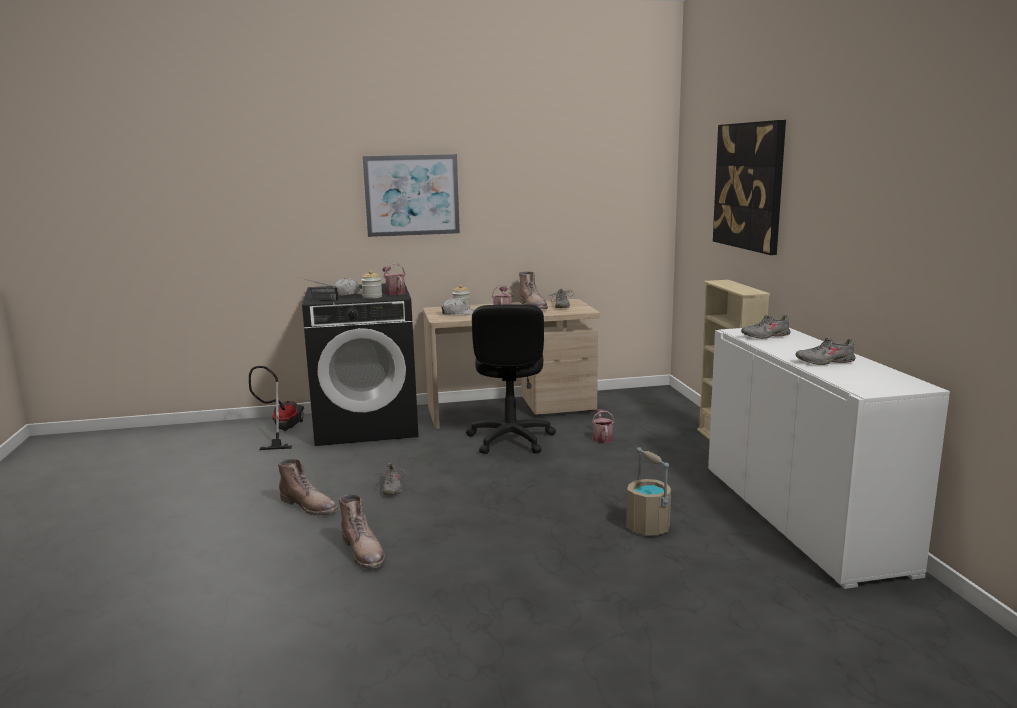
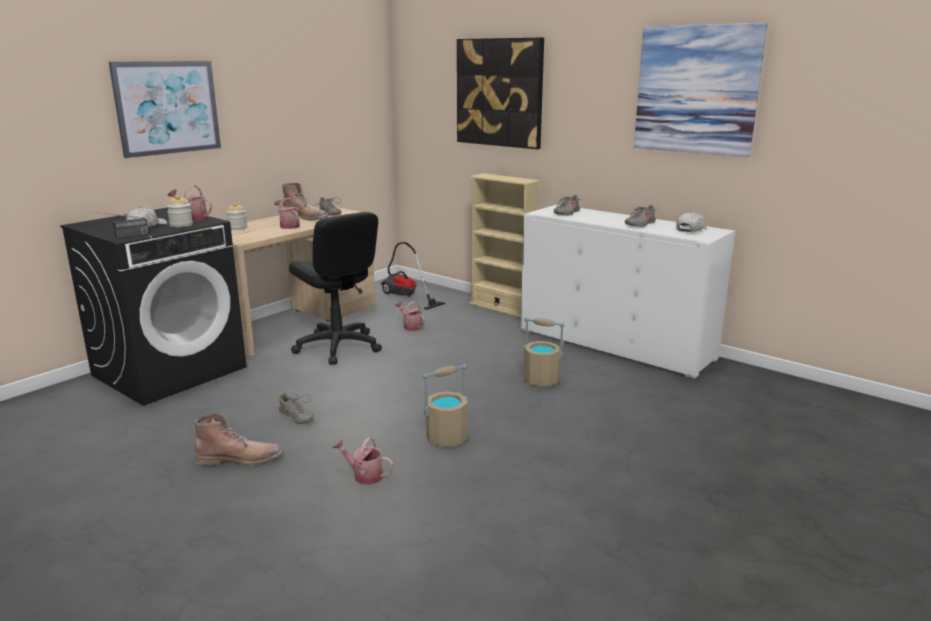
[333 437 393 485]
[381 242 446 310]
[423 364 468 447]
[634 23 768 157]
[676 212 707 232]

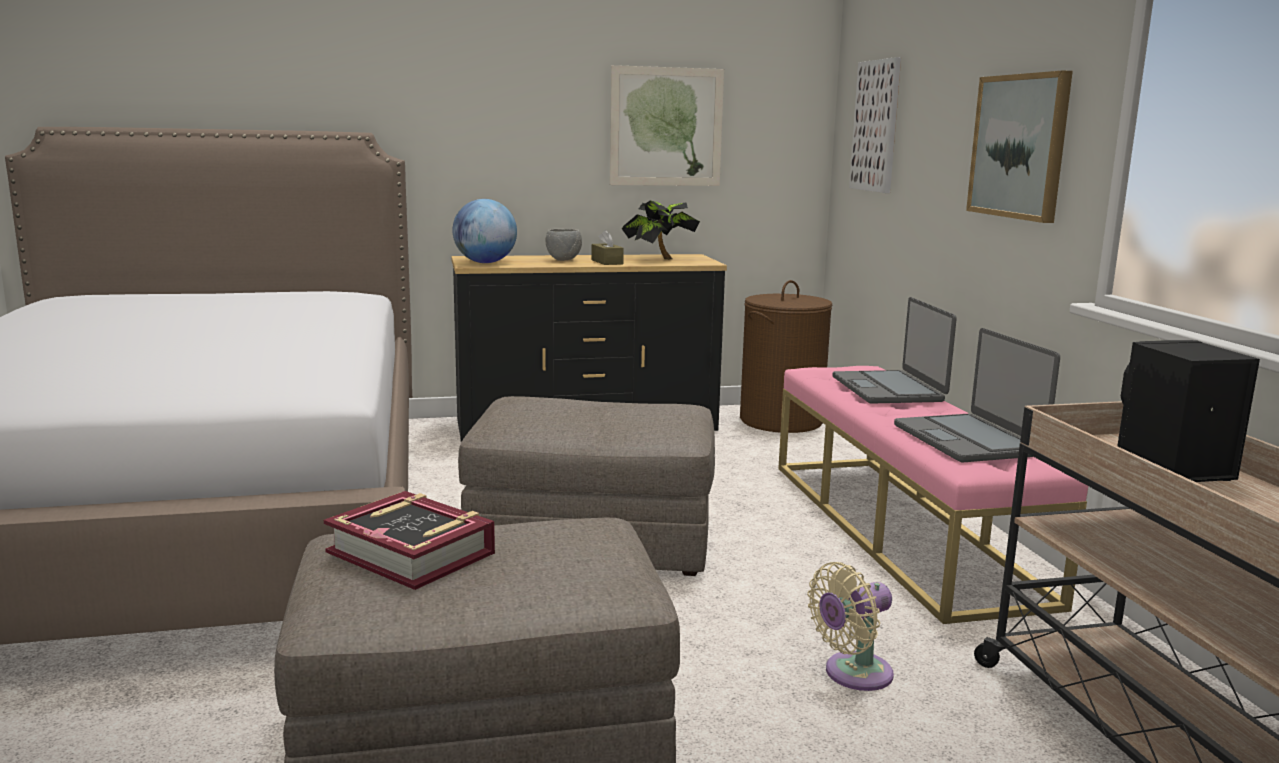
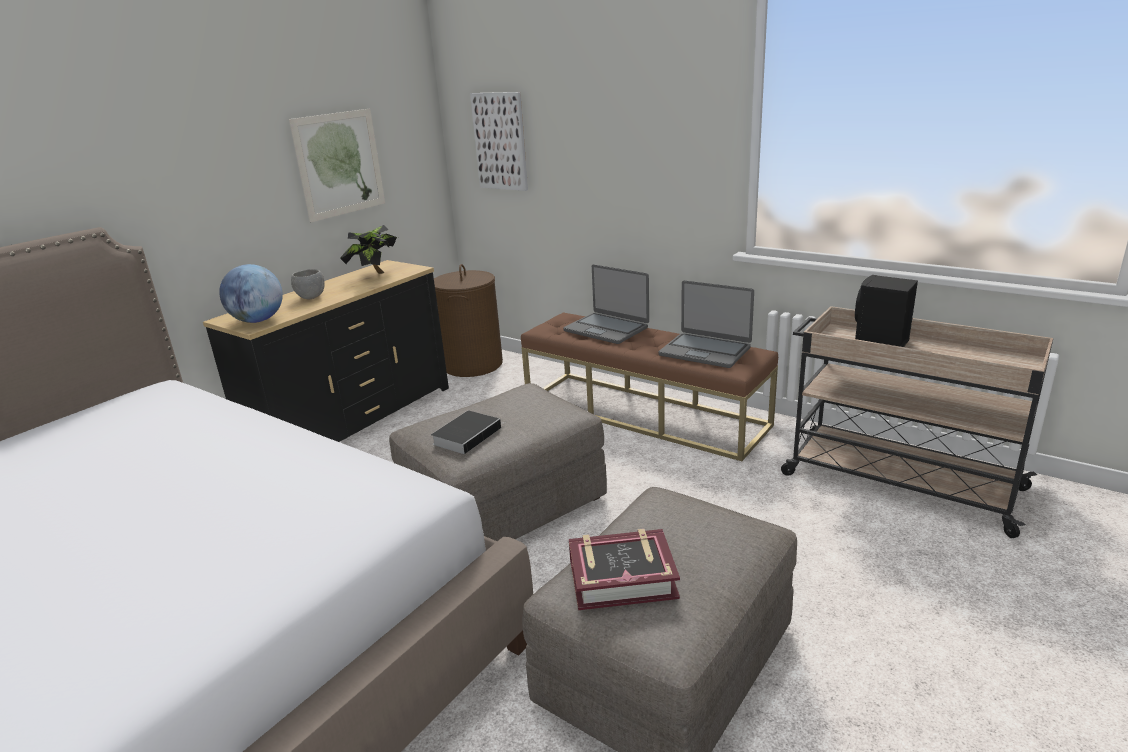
[431 411 504 454]
[521 313 778 461]
[592 230 624 265] (first image)
[807 562 894 691] (first image)
[966 70 1073 223] (first image)

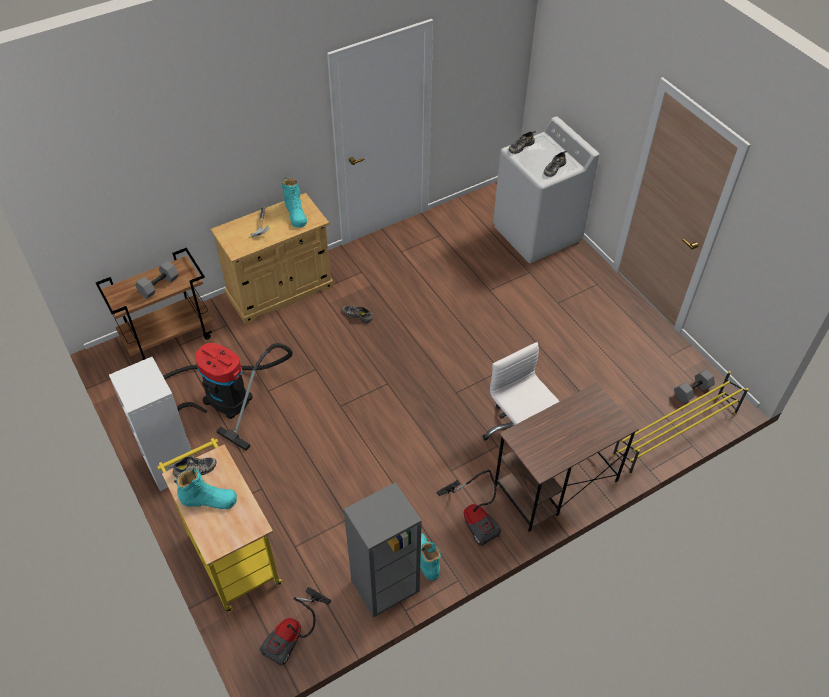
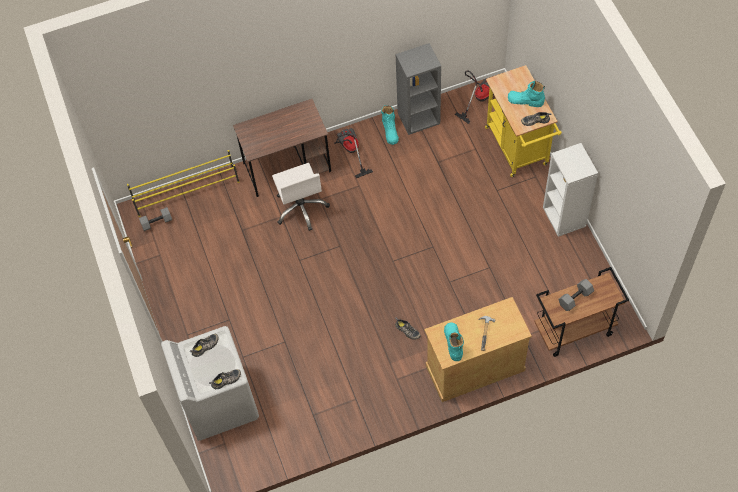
[163 343 293 451] (first image)

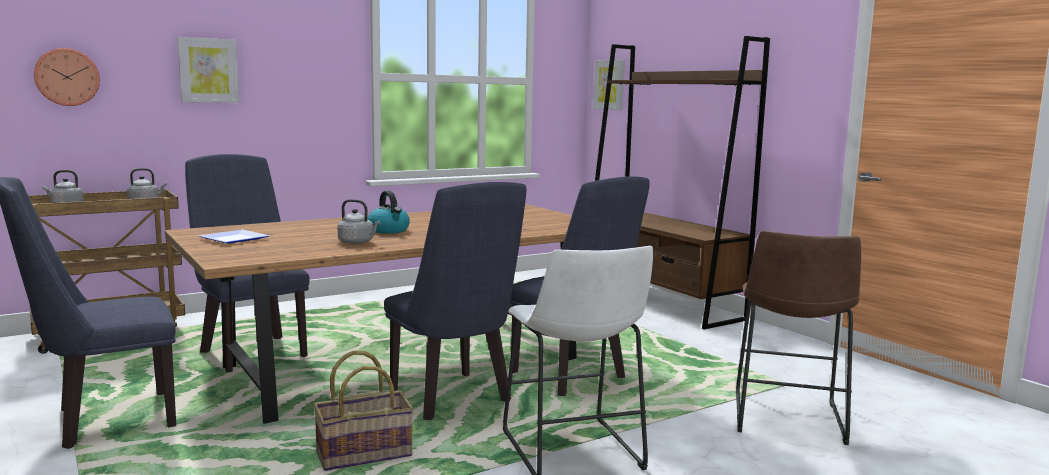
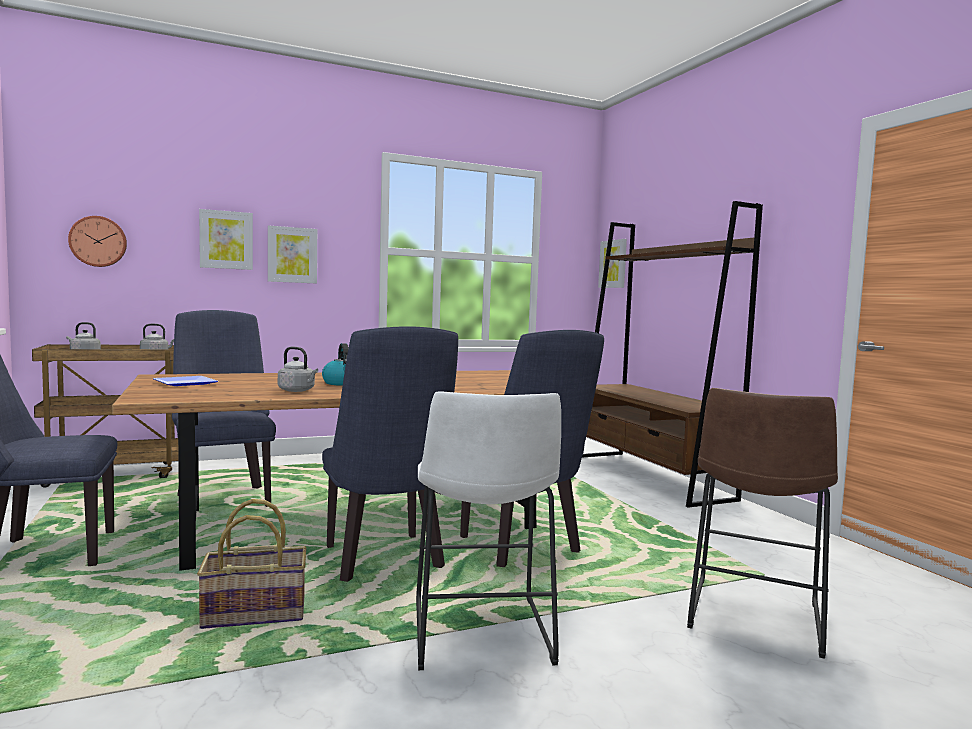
[268 225 317 283]

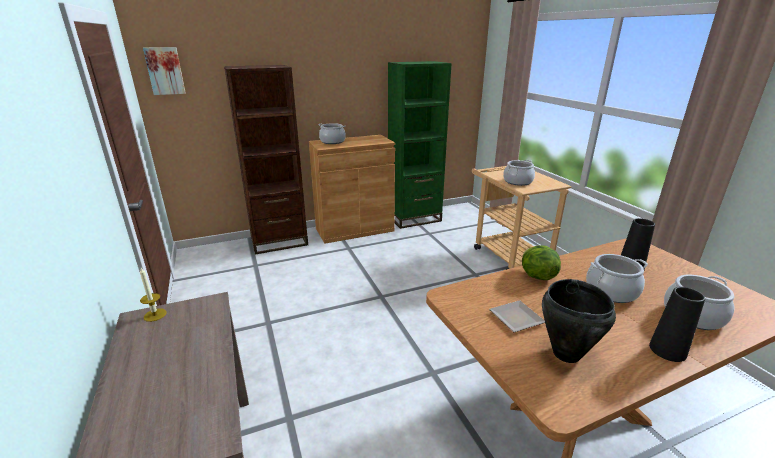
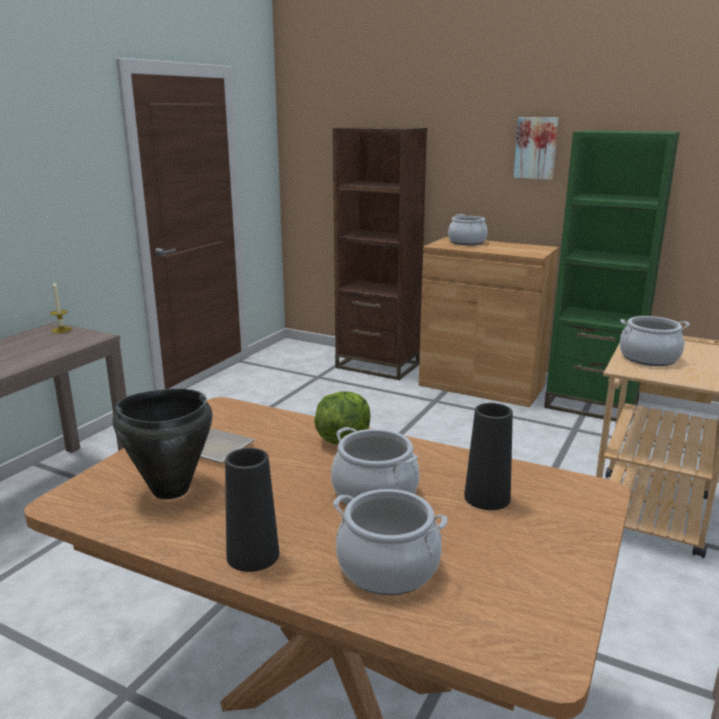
[513 117 559 180]

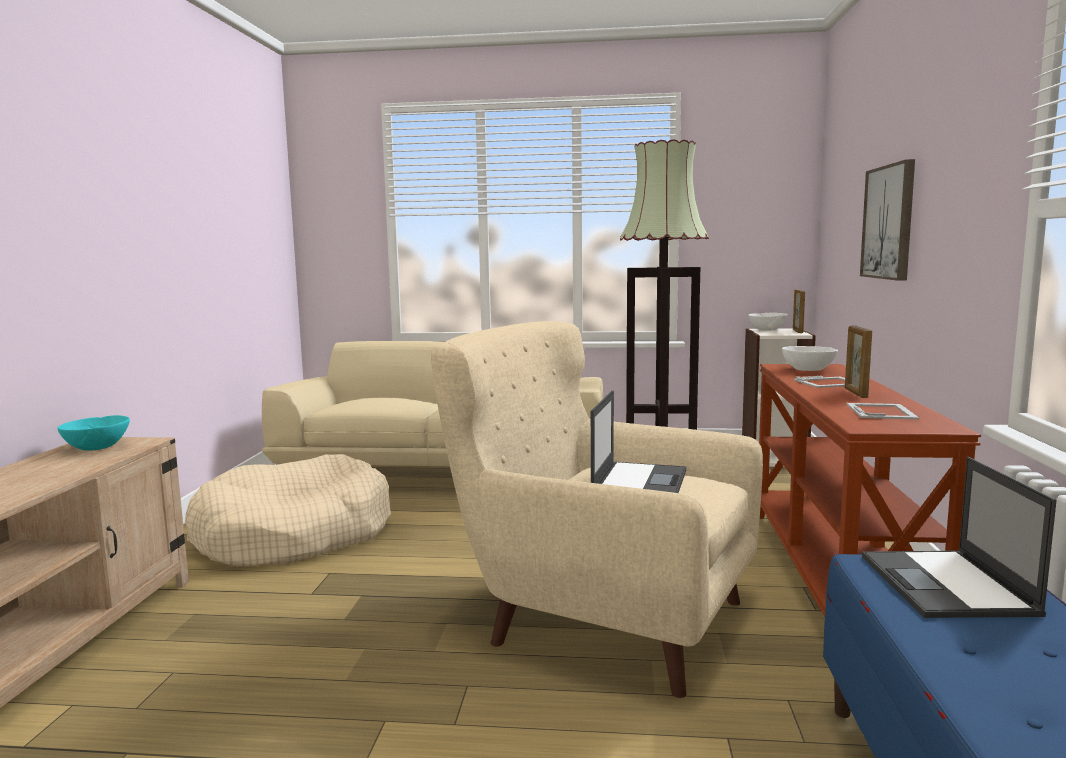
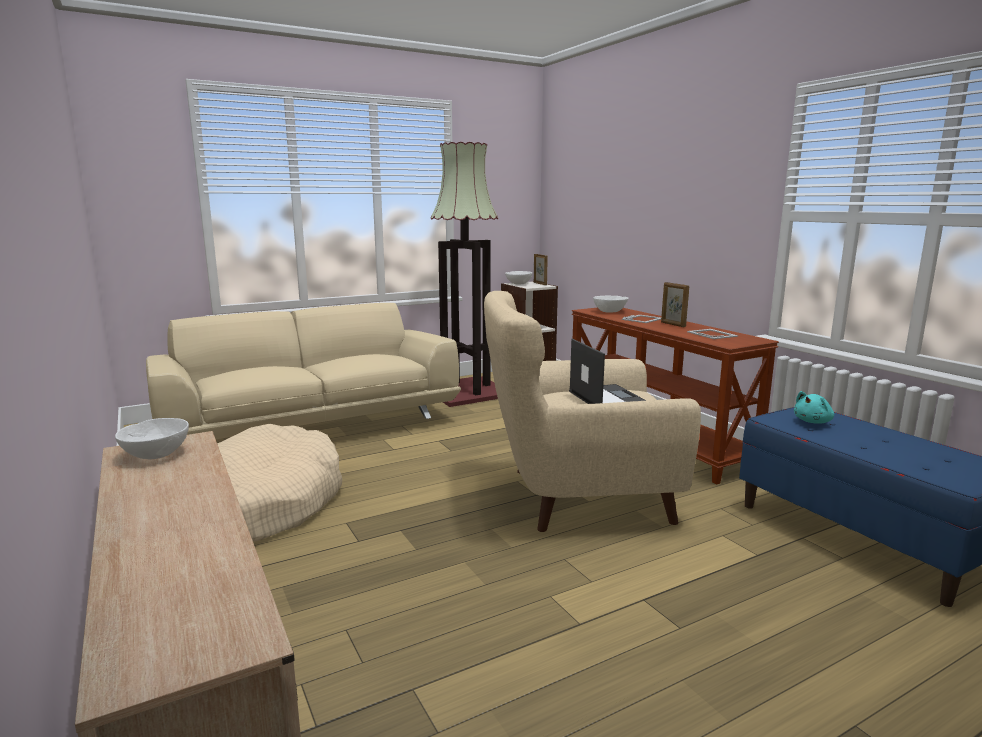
[115 418 189 459]
[794 391 834 423]
[860 159 915 281] (first image)

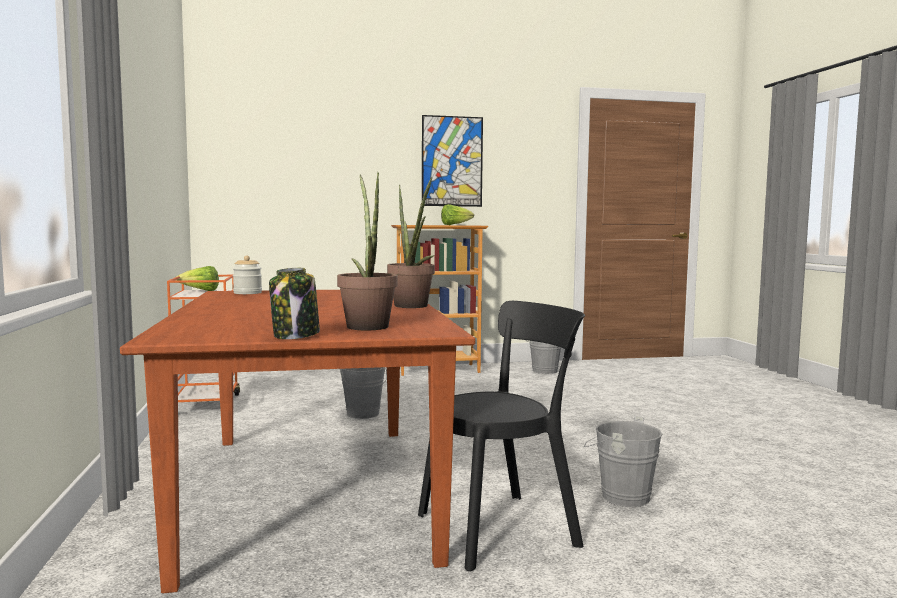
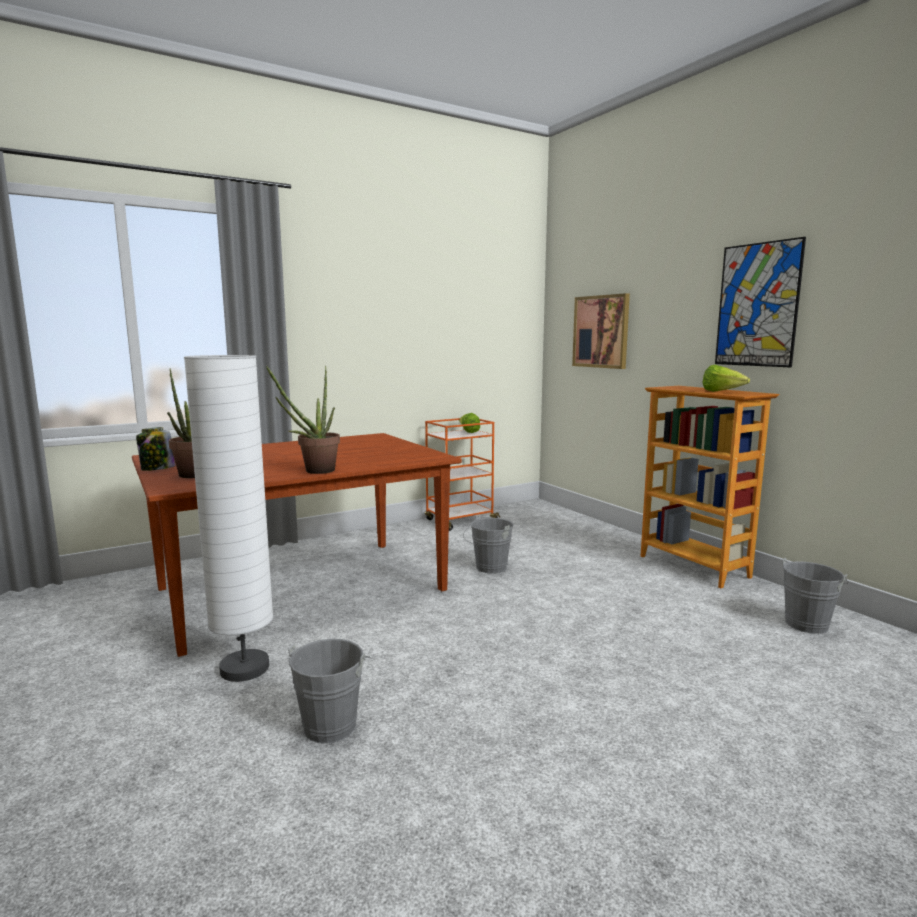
[184 355 274 682]
[572 293 630 369]
[233 256 262 294] (first image)

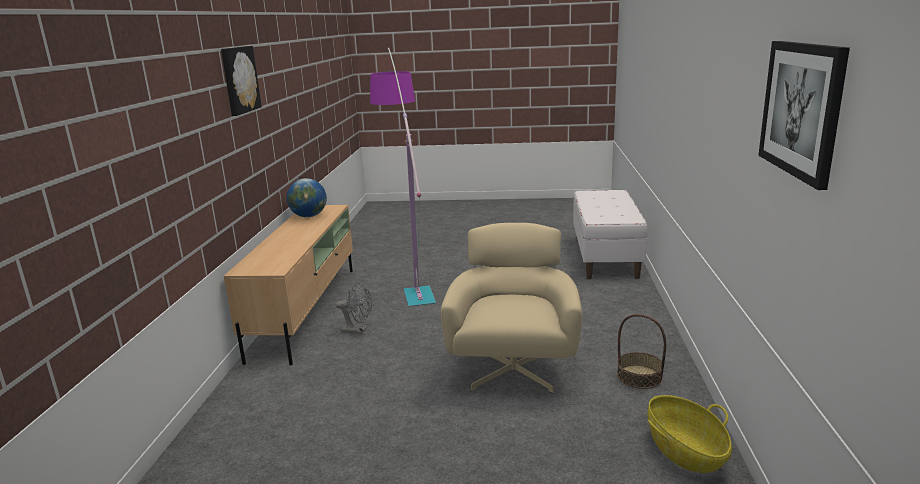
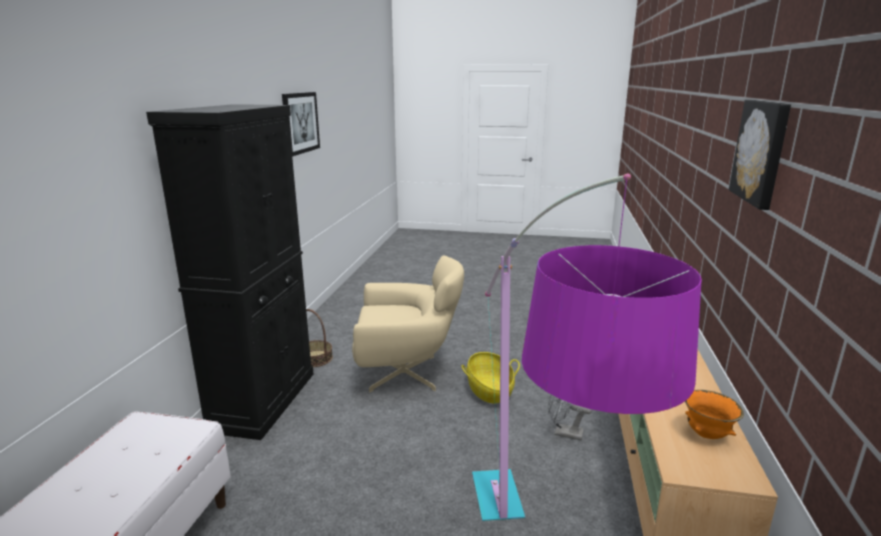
[146 104 313 440]
[352 255 464 392]
[461 352 520 403]
[685 390 744 439]

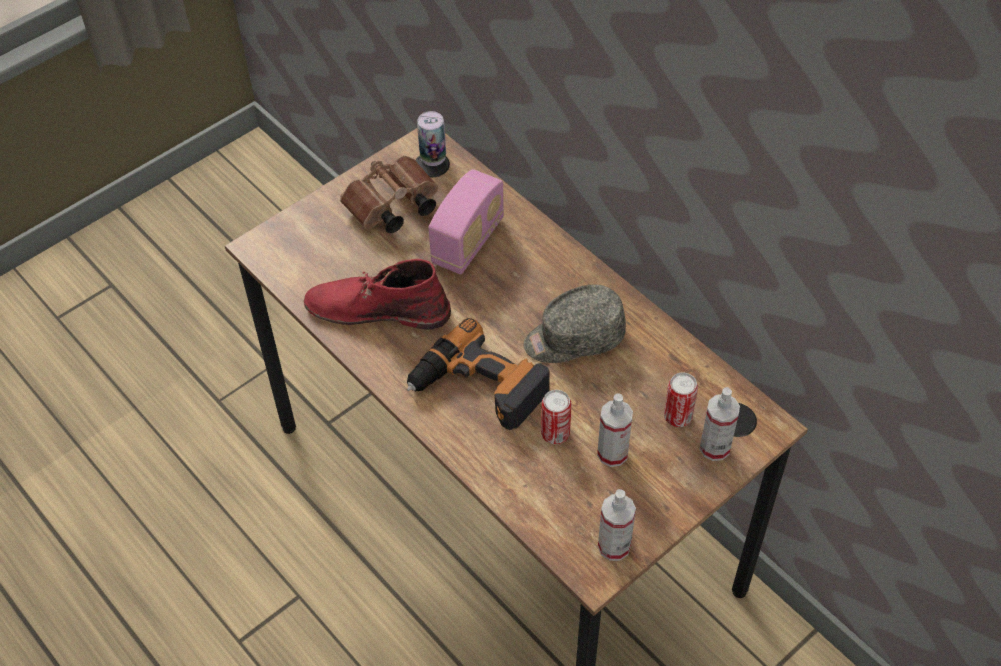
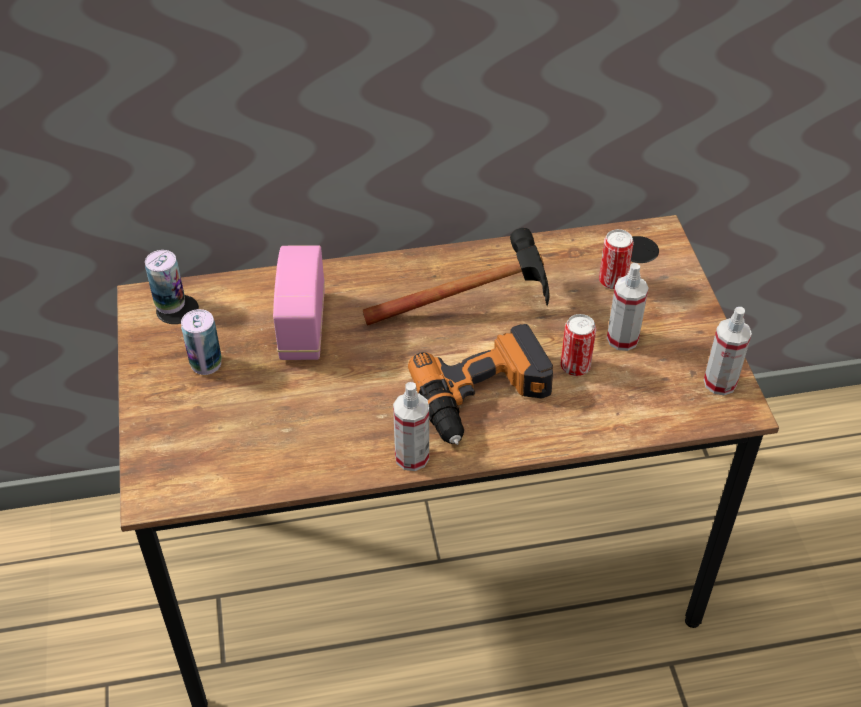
[181 309 222 375]
[273 245 325 360]
[363 228 549 325]
[393 382 429 471]
[304 259 451 330] (first image)

